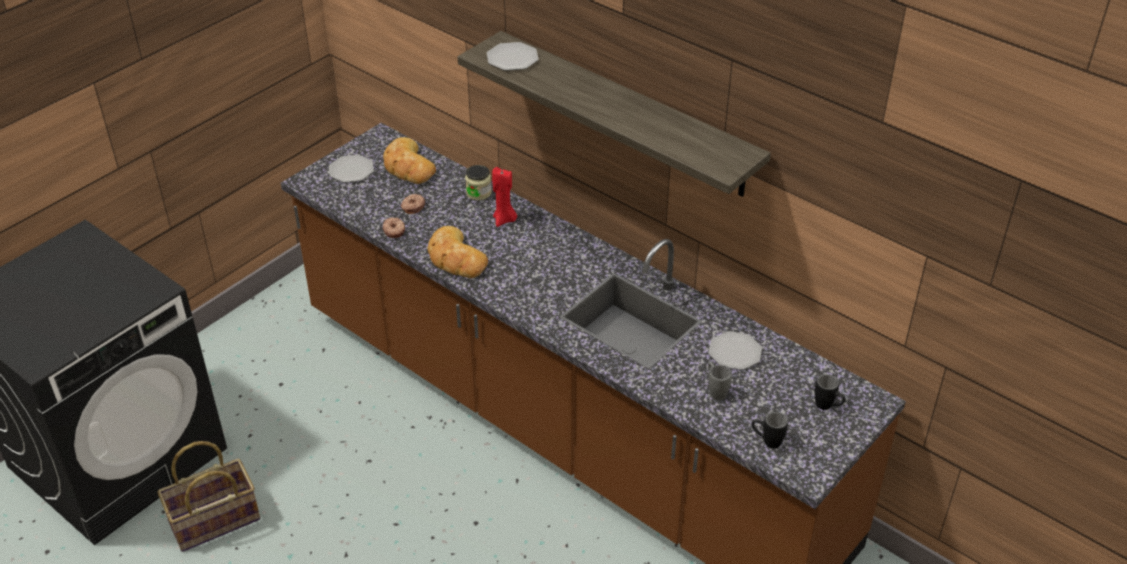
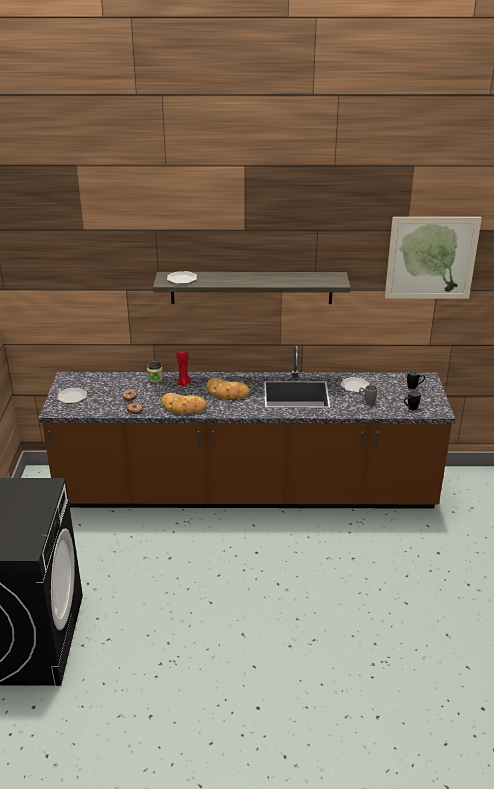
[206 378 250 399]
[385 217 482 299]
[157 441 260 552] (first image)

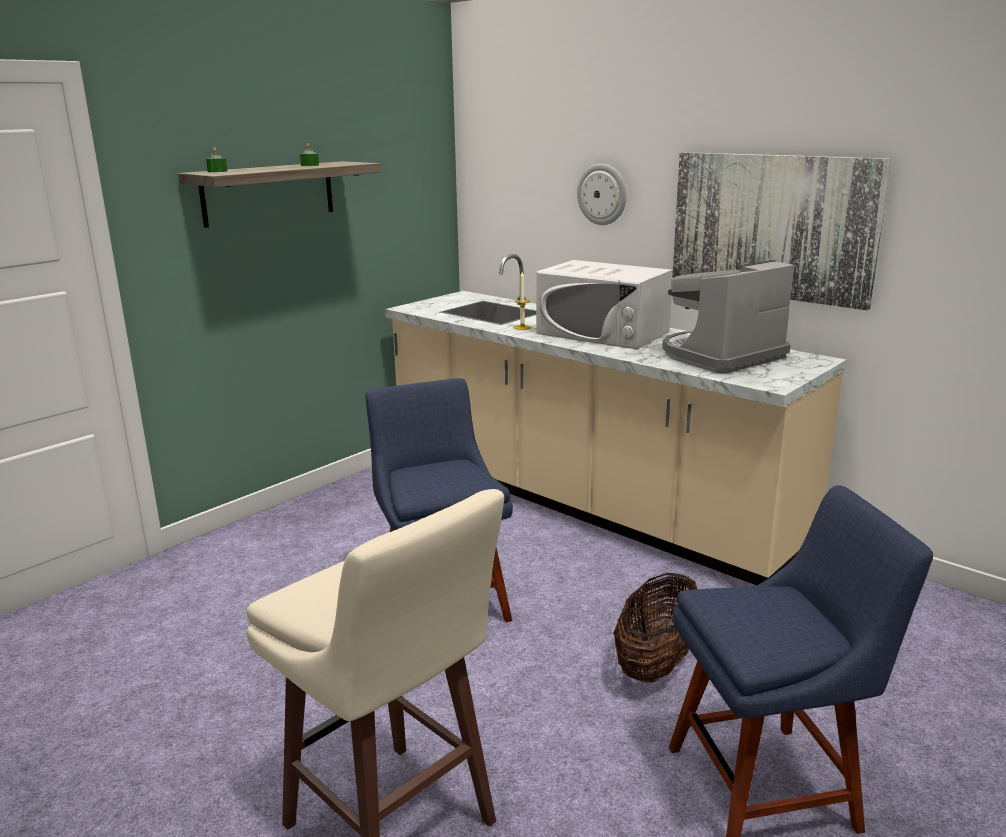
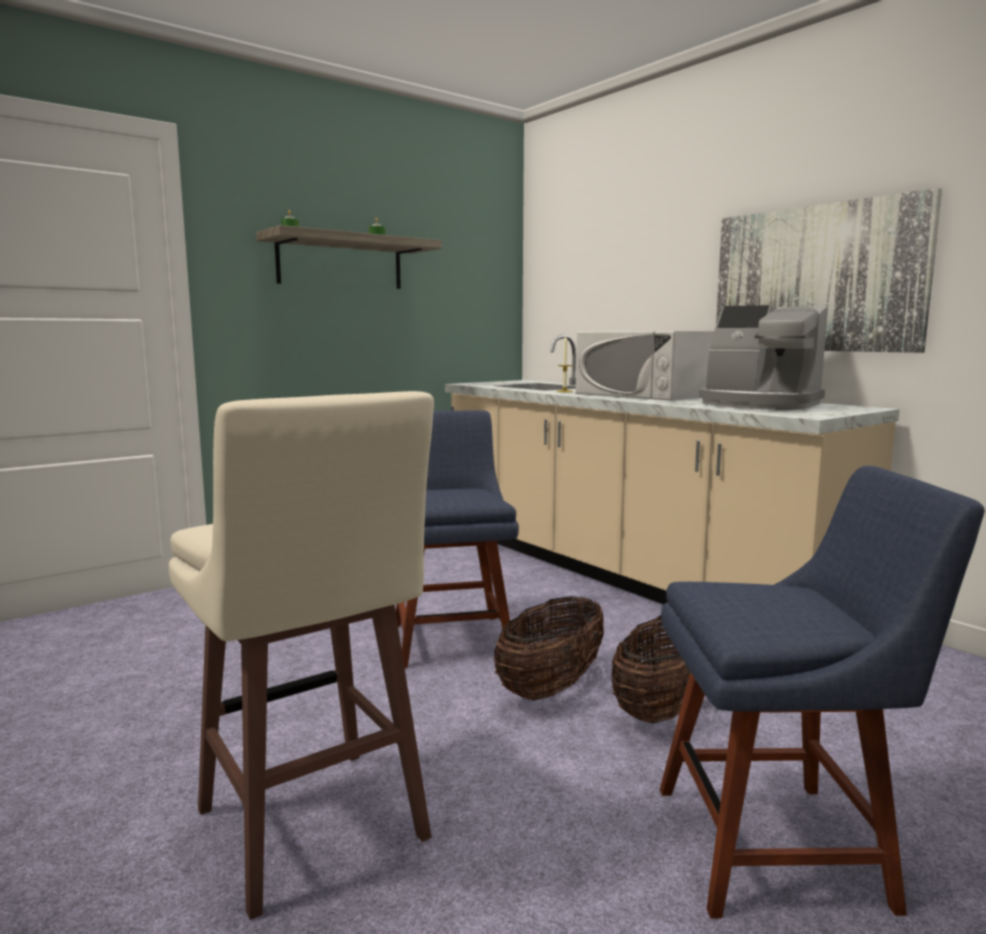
[494 596 604 700]
[699 305 828 410]
[577 163 627 225] (first image)

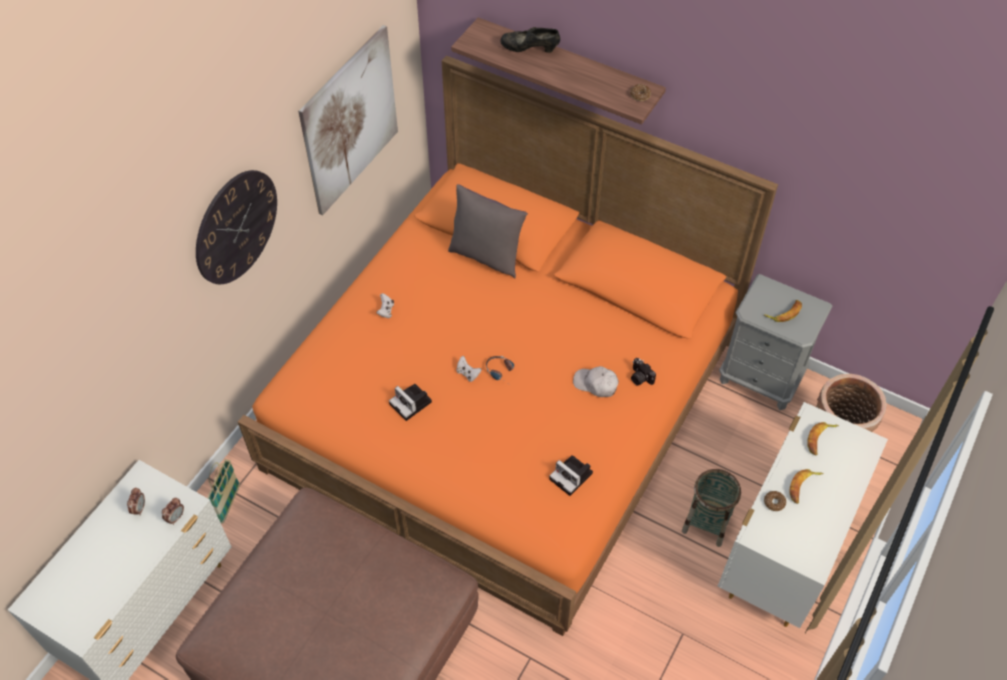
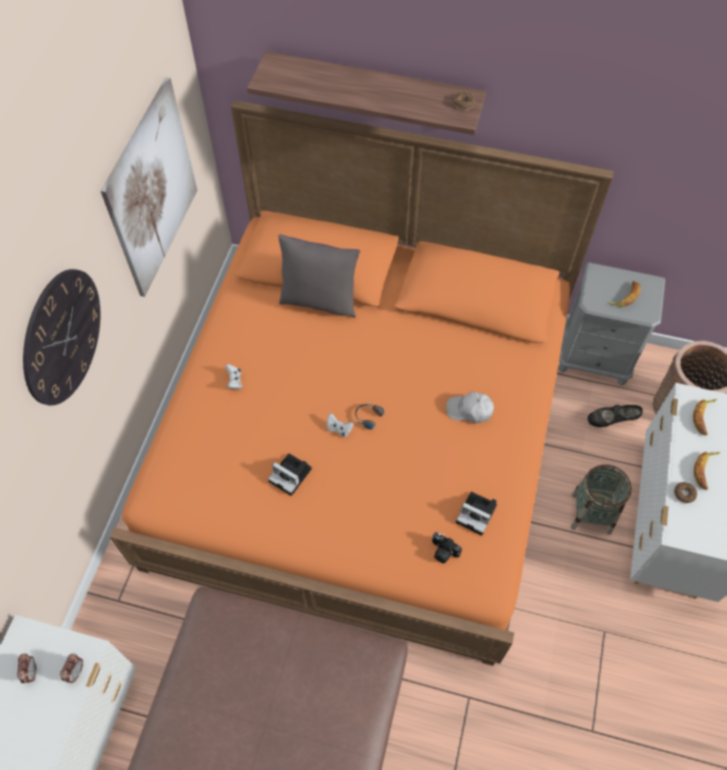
[432 532 462 563]
[588 405 643 427]
[207 459 240 524] (first image)

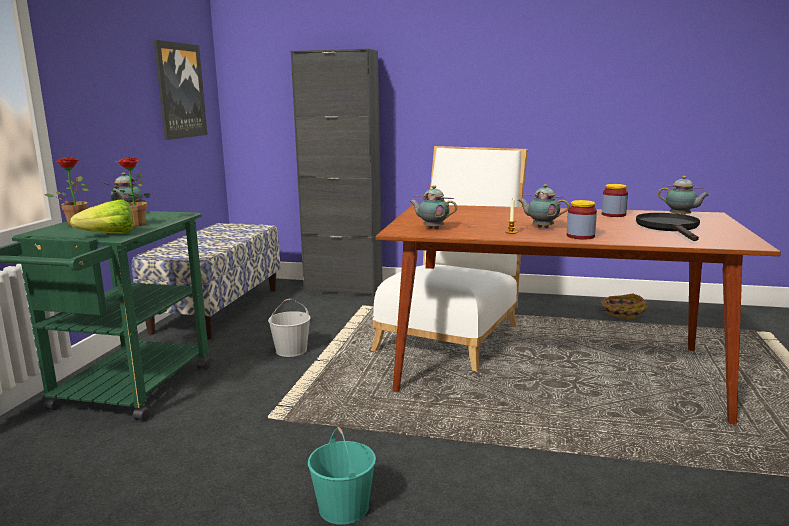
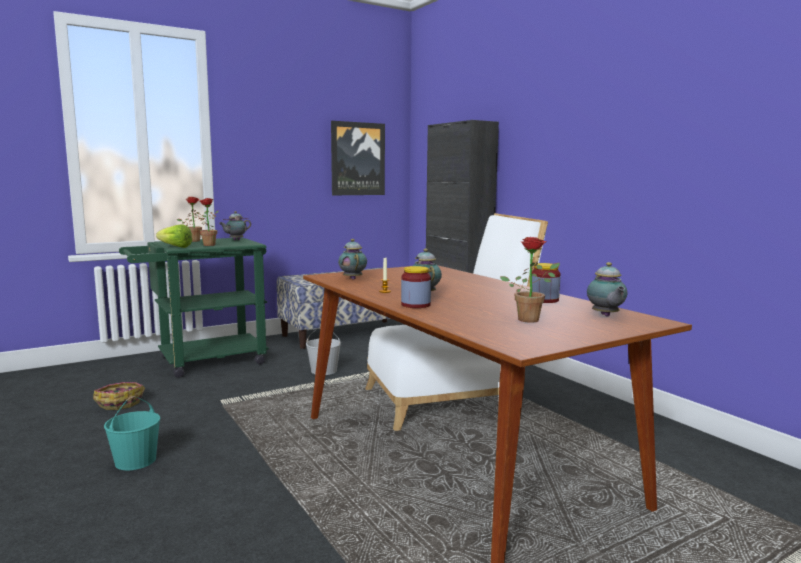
[93 382 145 410]
[500 237 560 323]

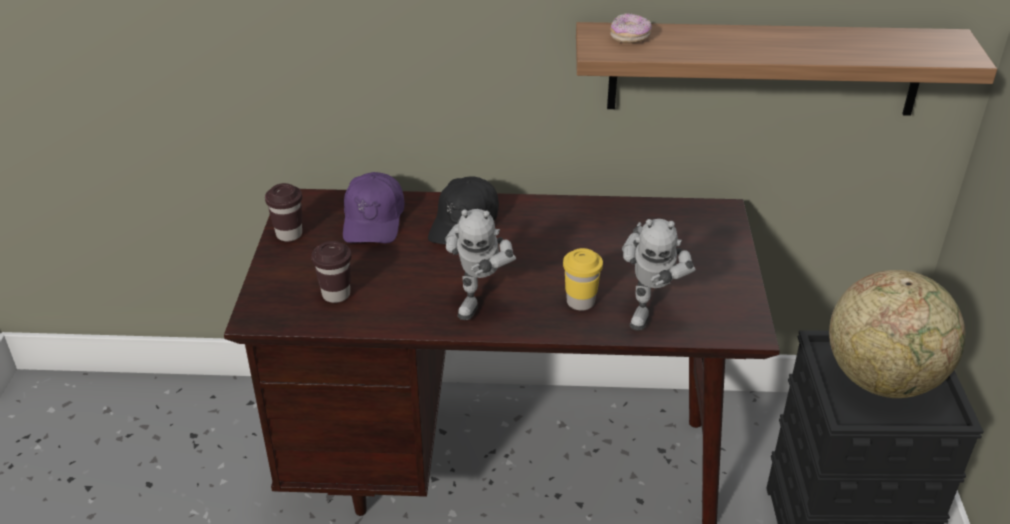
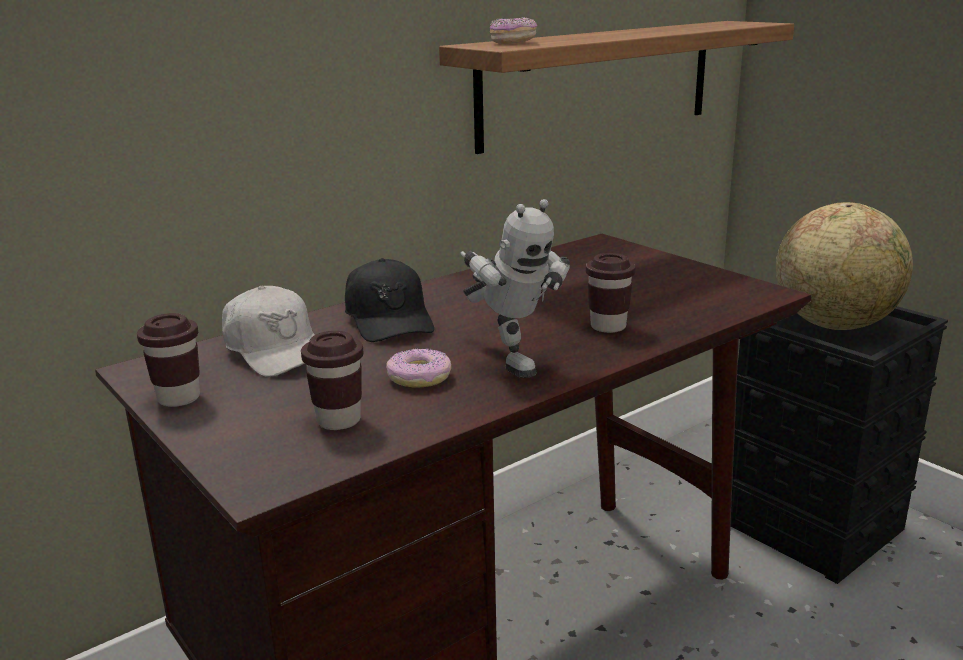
[222 285 315 377]
[386 348 451 388]
[586 253 636 333]
[622 219 696 331] (first image)

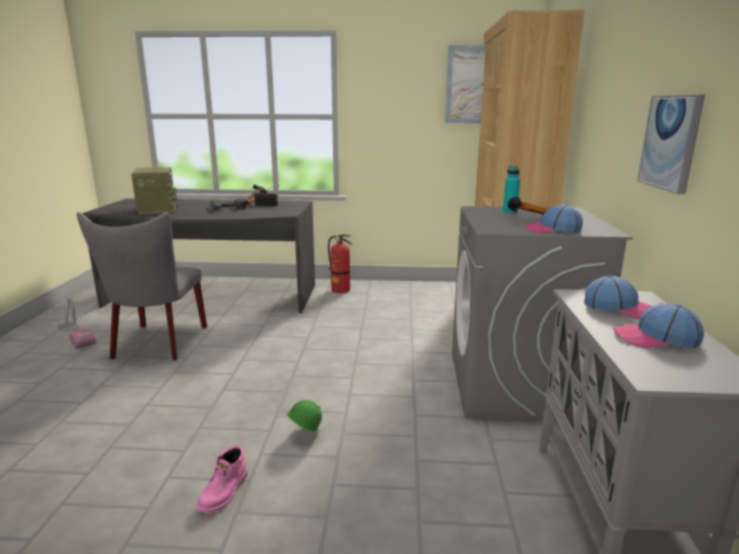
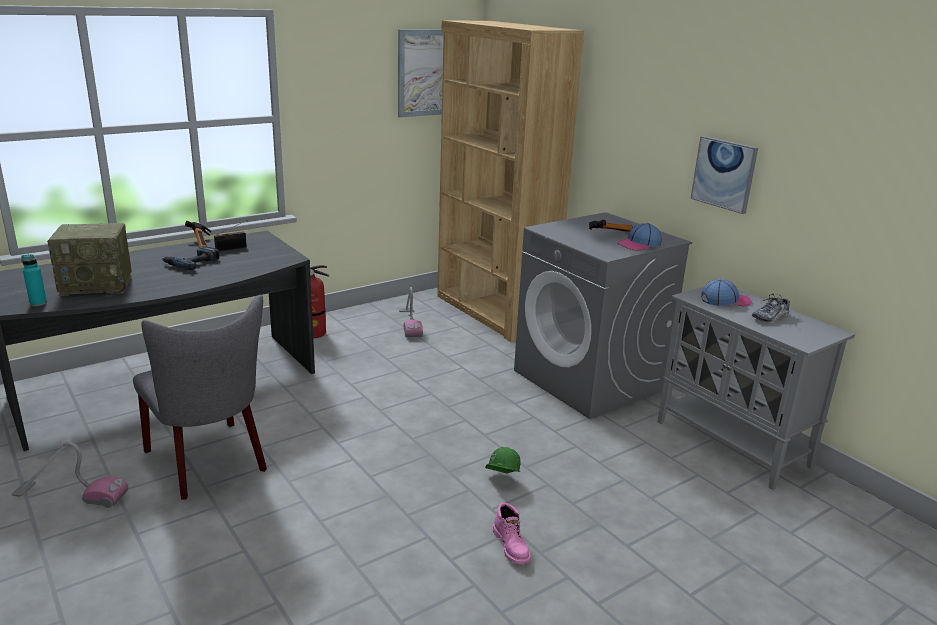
[21 254 47 306]
[47 223 132 296]
[399 287 423 337]
[752 293 790 323]

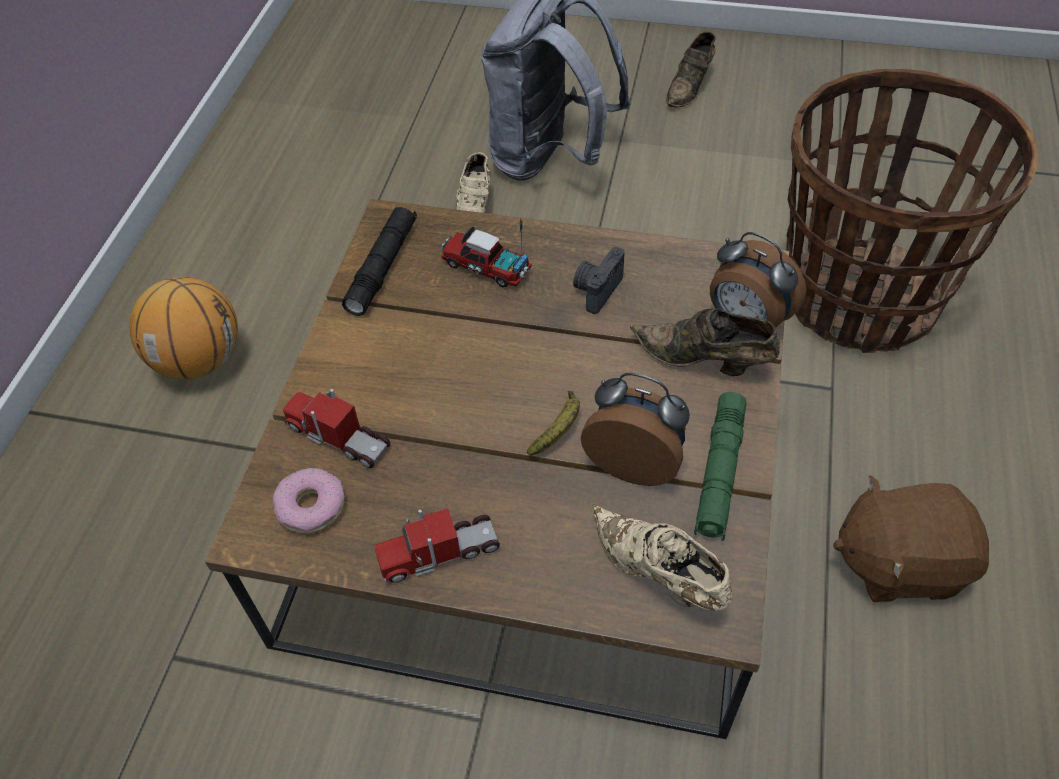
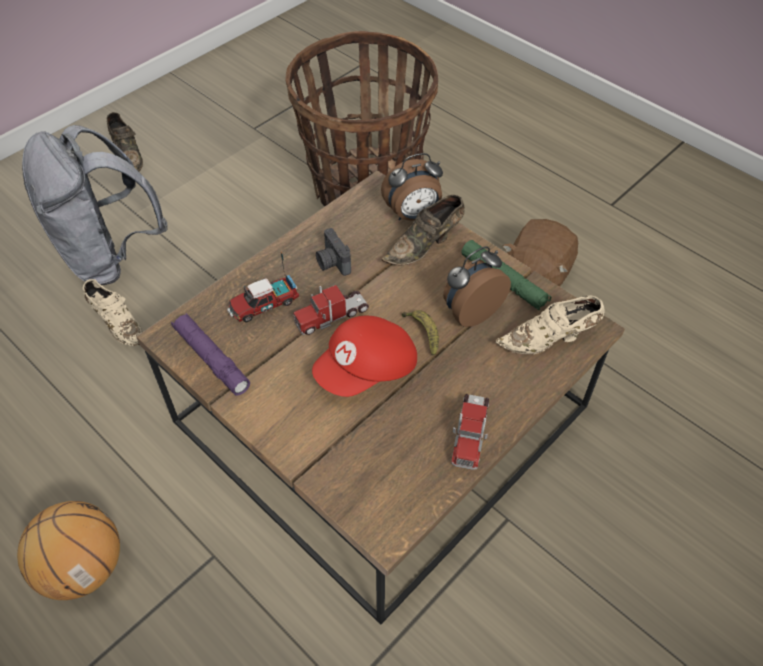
[171 313 250 395]
[293 285 369 335]
[312 316 417 397]
[273 468 345 534] (first image)

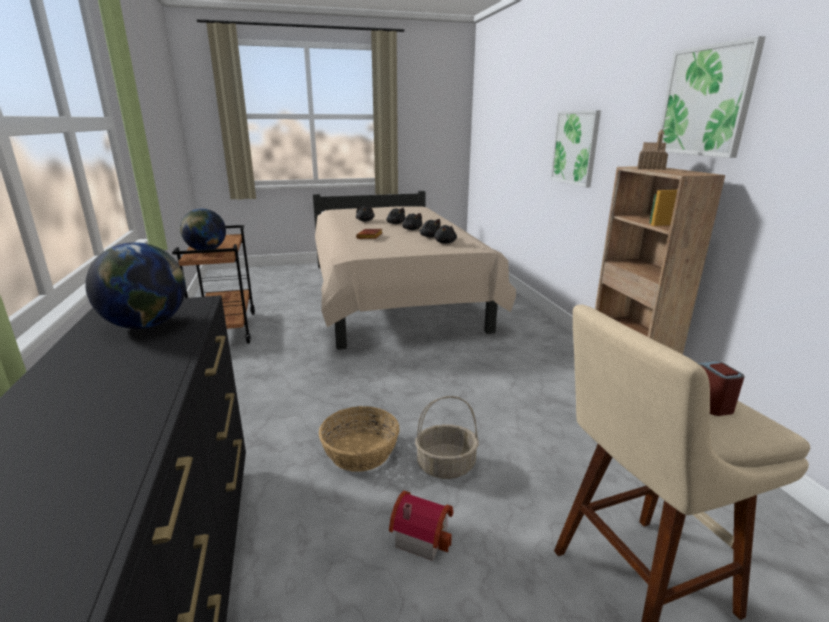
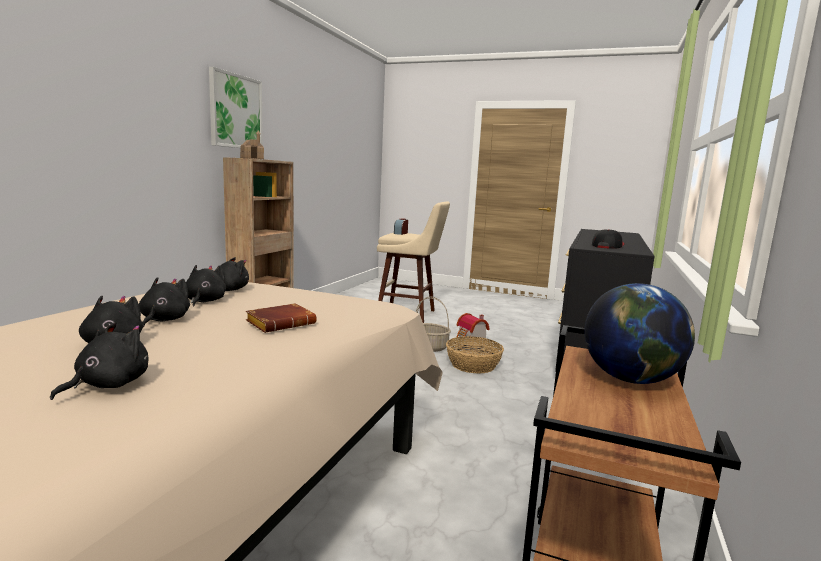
[592 230 625 249]
[550 110 601 187] (first image)

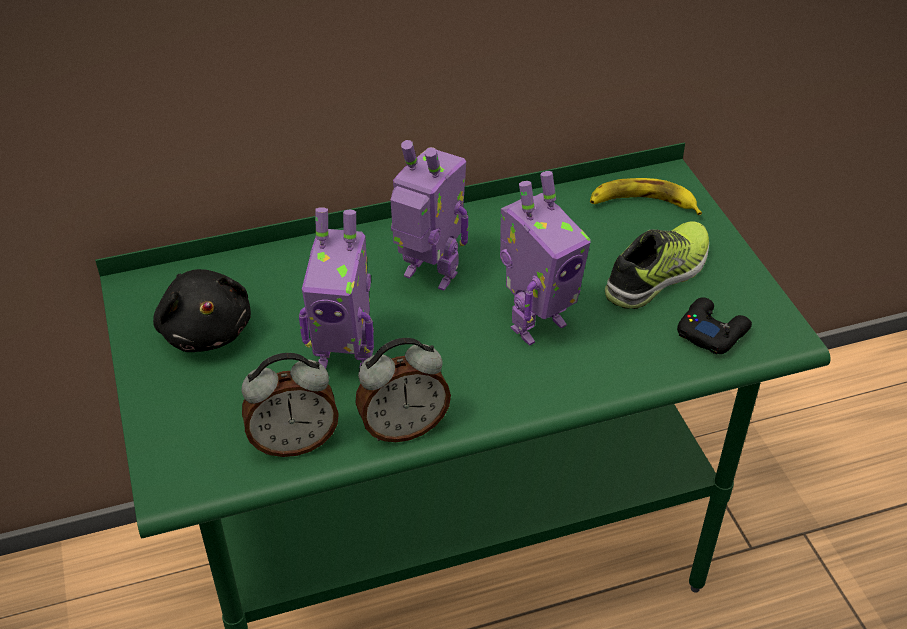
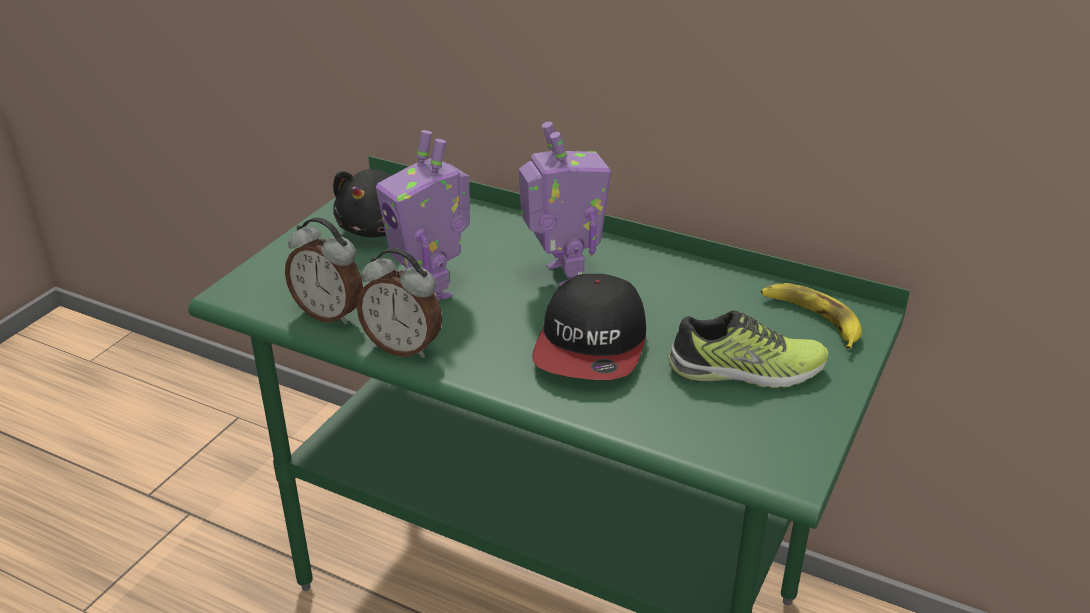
[532 274 646 380]
[677 297 752 354] (first image)

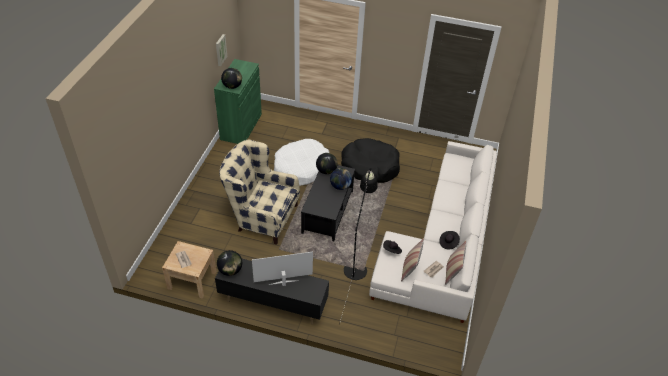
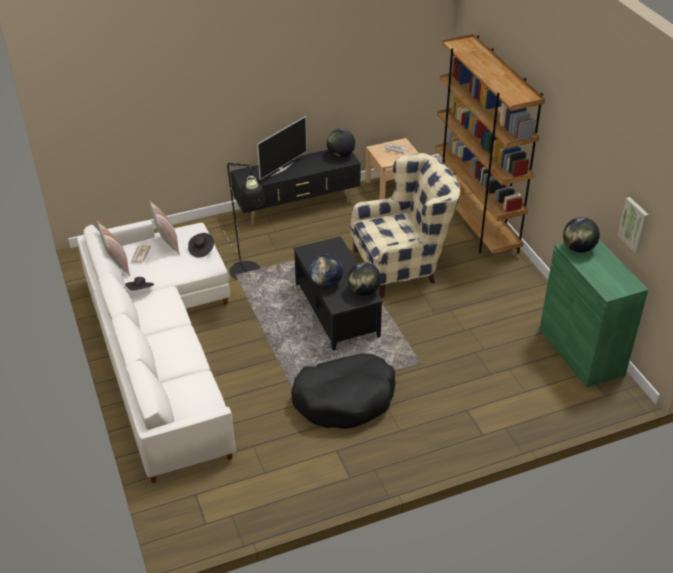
[435 34 545 254]
[274 139 329 186] (first image)

